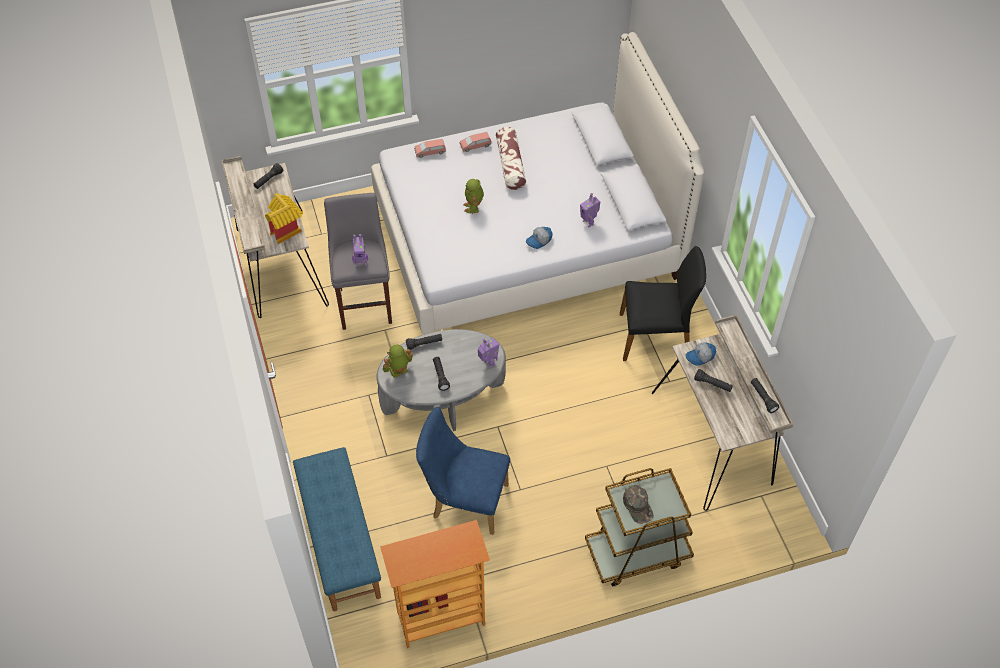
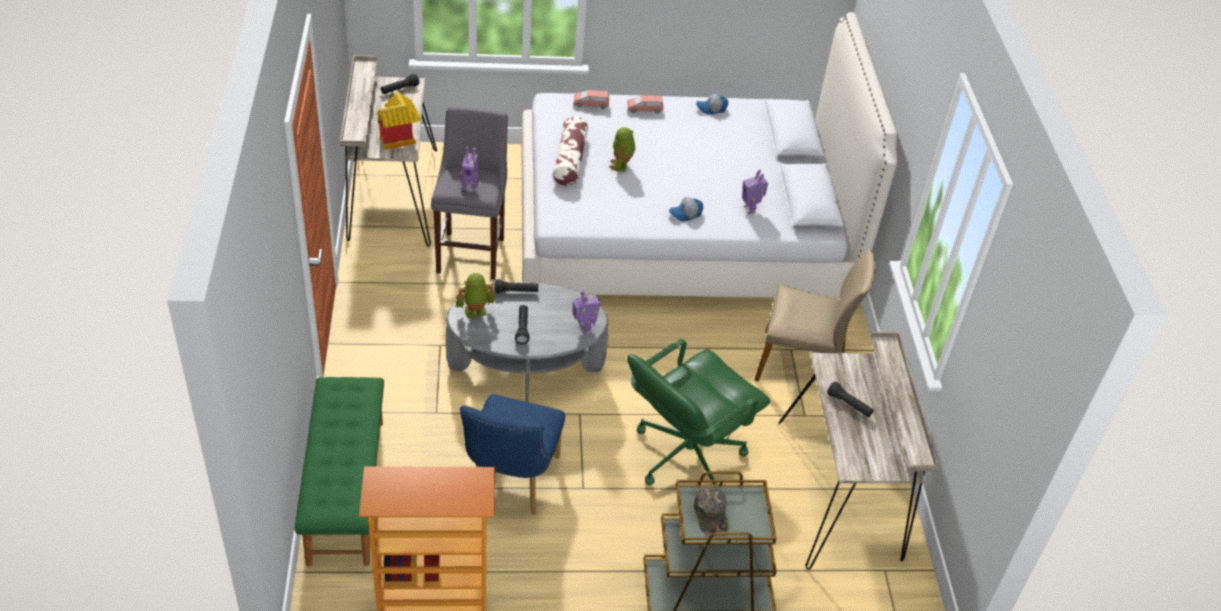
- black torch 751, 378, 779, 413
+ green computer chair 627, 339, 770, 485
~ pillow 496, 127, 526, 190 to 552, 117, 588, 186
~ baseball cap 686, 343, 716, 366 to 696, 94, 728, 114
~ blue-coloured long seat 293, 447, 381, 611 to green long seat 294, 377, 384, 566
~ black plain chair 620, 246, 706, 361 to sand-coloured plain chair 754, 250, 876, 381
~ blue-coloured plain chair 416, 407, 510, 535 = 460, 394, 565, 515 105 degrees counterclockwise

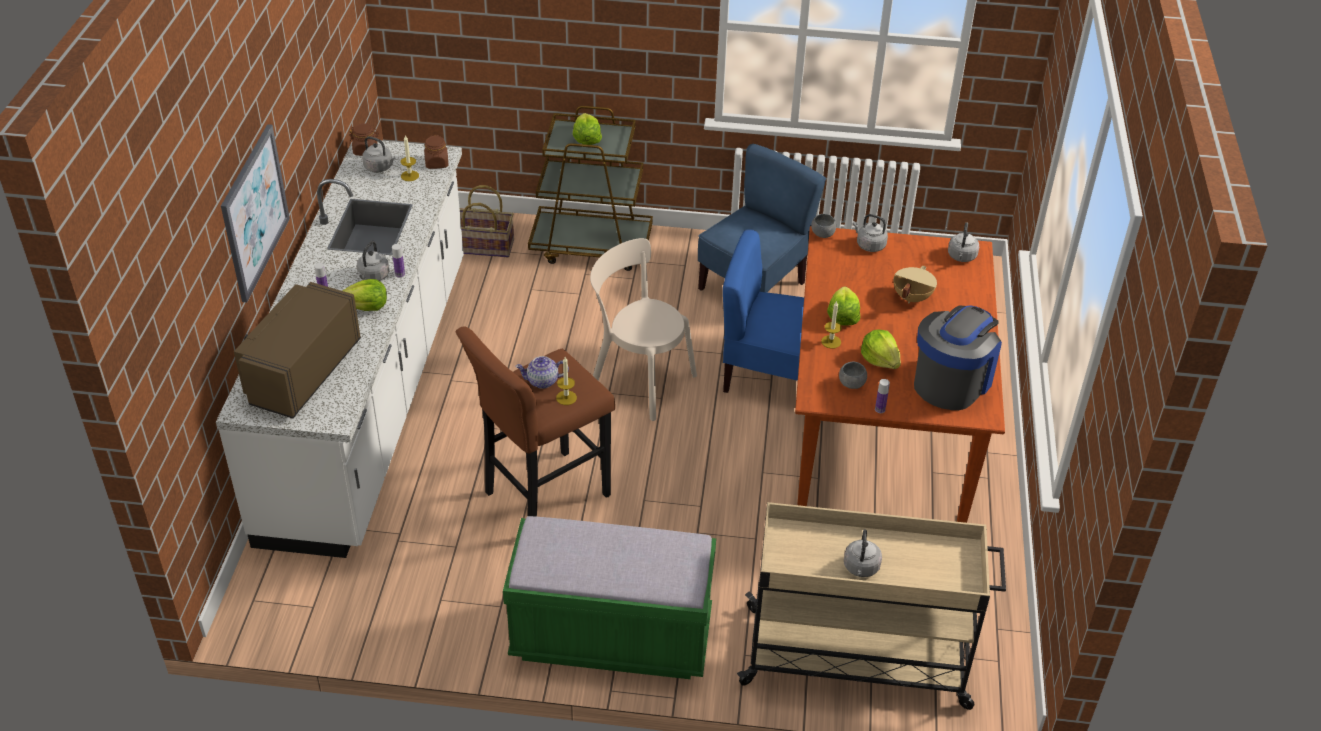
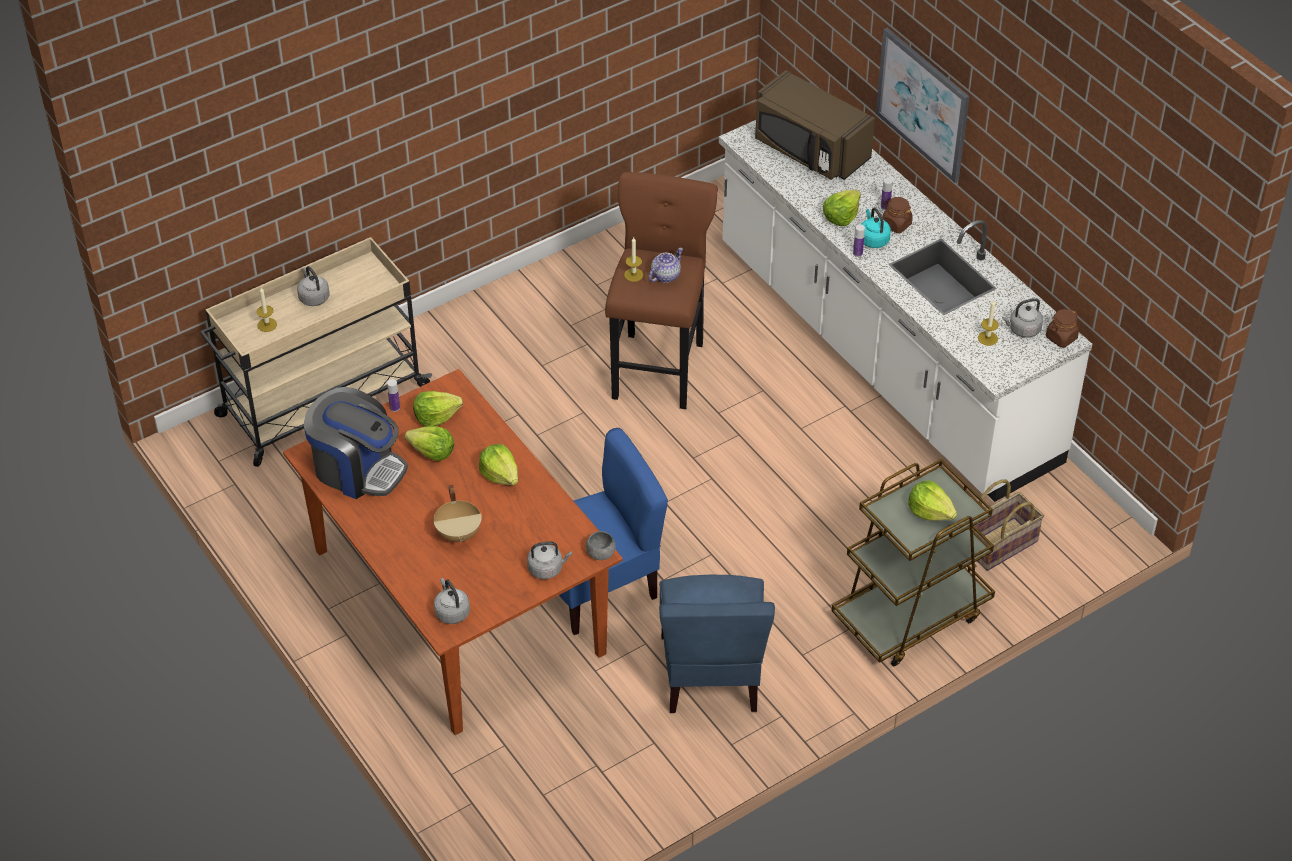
- green long seat 503, 516, 716, 679
- sand-coloured plain chair 590, 238, 697, 421
~ brown jar 424, 135, 448, 169 to 882, 197, 913, 233
~ wax light 821, 301, 842, 349 to 257, 288, 277, 332
~ grey deep dish 839, 362, 867, 389 to lettuce 413, 391, 463, 427
~ grey tea kettle 356, 241, 389, 281 to turquoise tea kettle 861, 208, 891, 248
~ brown microwave 234, 282, 361, 418 = 755, 70, 875, 180 150 degrees clockwise
~ coffee machine 914, 305, 1002, 410 = 304, 387, 408, 499 60 degrees counterclockwise

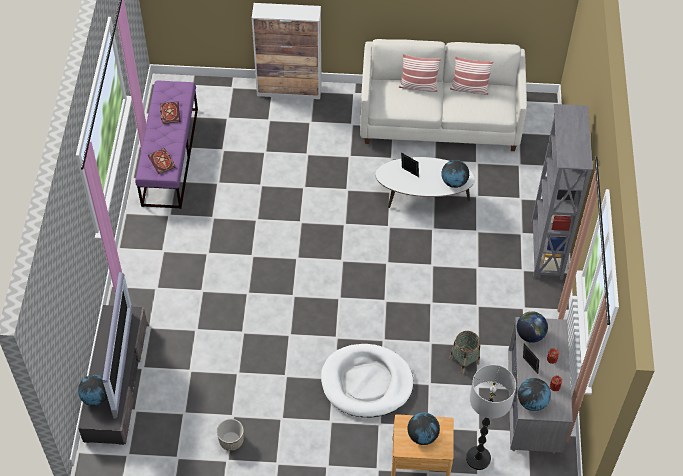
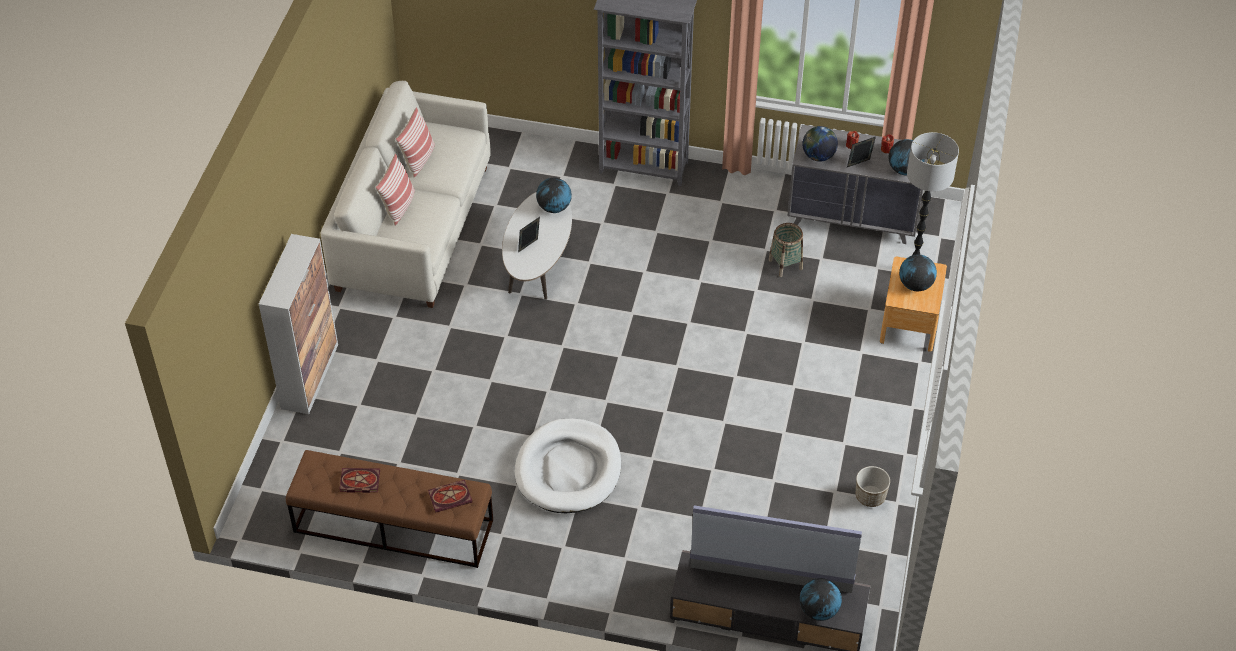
~ white dog cushion 321, 344, 414, 417 to 515, 418, 621, 513
~ purple long seat 135, 81, 198, 209 to brown long seat 286, 450, 493, 568

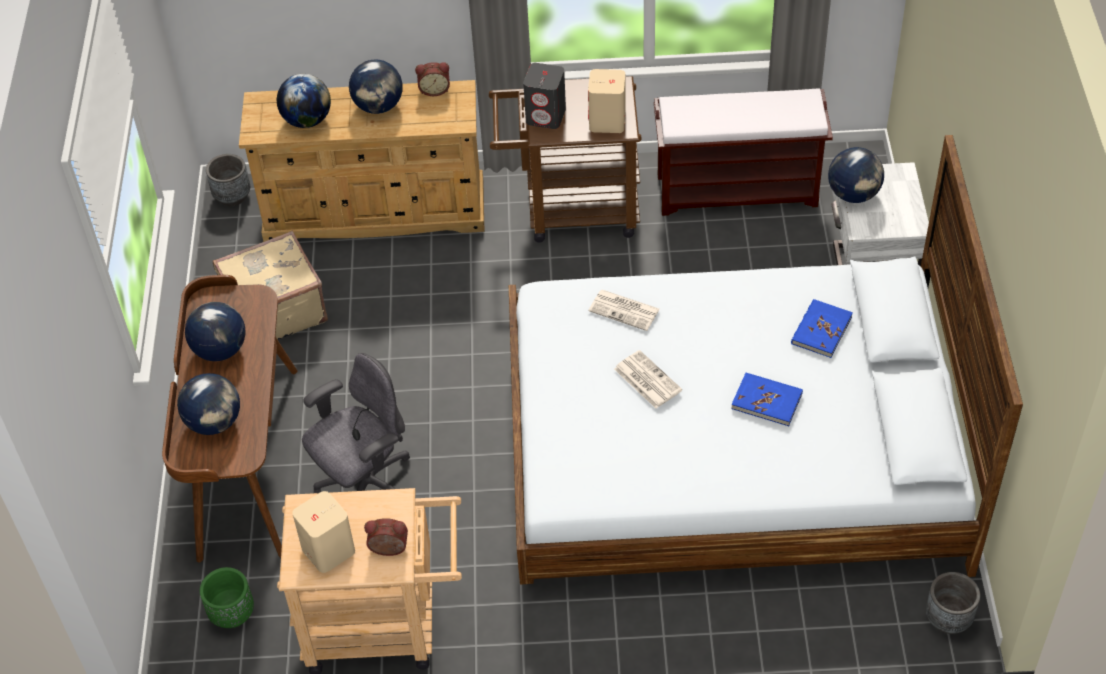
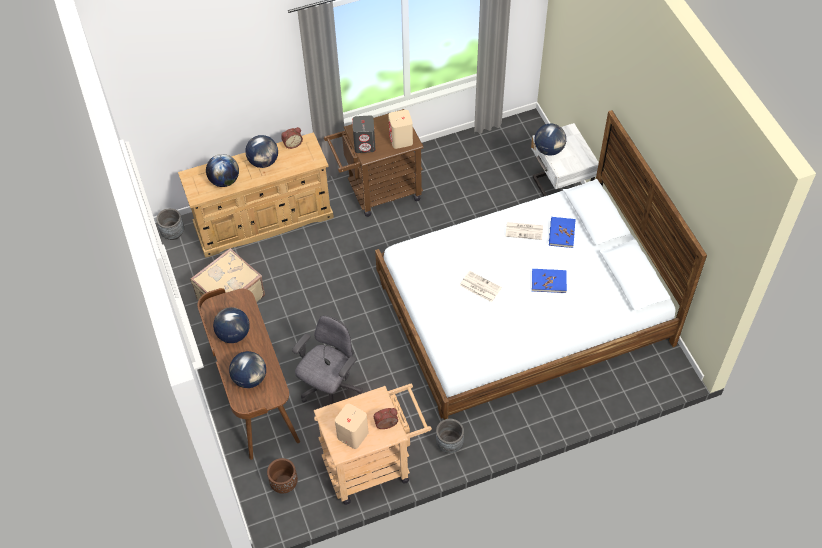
- brown long seat 654, 88, 833, 216
~ printed paper 588, 290, 660, 331 to 506, 222, 543, 240
~ grey planter 926, 572, 980, 634 to 436, 419, 464, 453
~ green planter 200, 567, 254, 628 to brown planter 267, 458, 298, 493

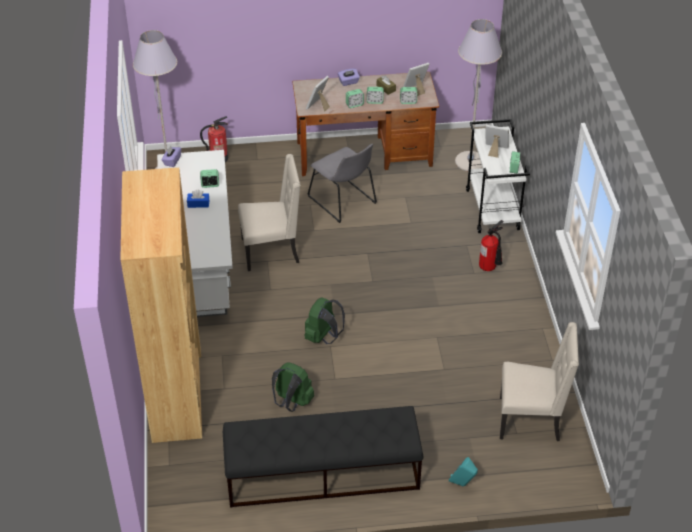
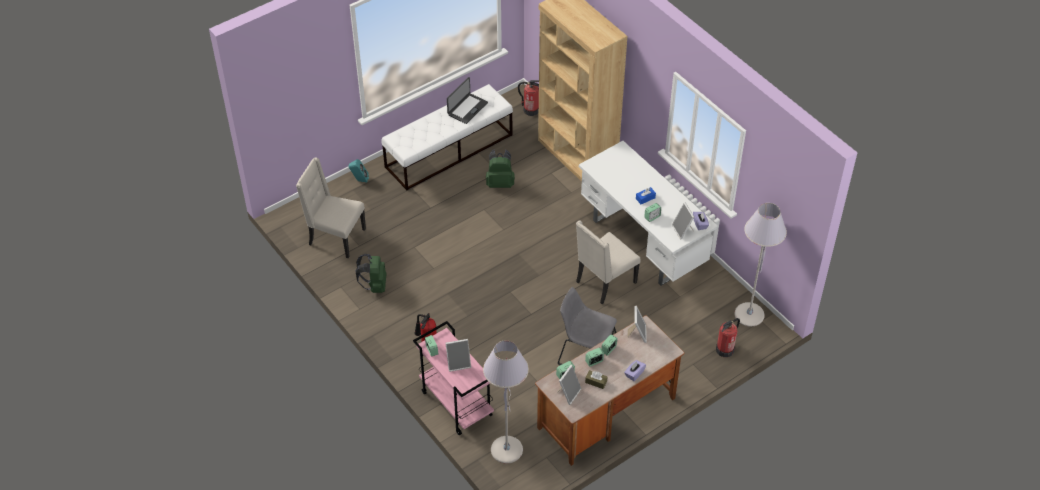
+ portable computer 447, 77, 488, 124
+ fire extinguisher 518, 80, 539, 116
+ standing frame 672, 202, 694, 240
~ green backpack 304, 297, 345, 344 to 355, 254, 386, 293
~ black long seat 223, 406, 424, 508 to white long seat 381, 84, 513, 191
~ white wheeled cart 466, 119, 530, 233 to pink wheeled cart 413, 321, 494, 435
~ sand-coloured plain chair 500, 322, 579, 441 = 296, 157, 366, 258 45 degrees clockwise

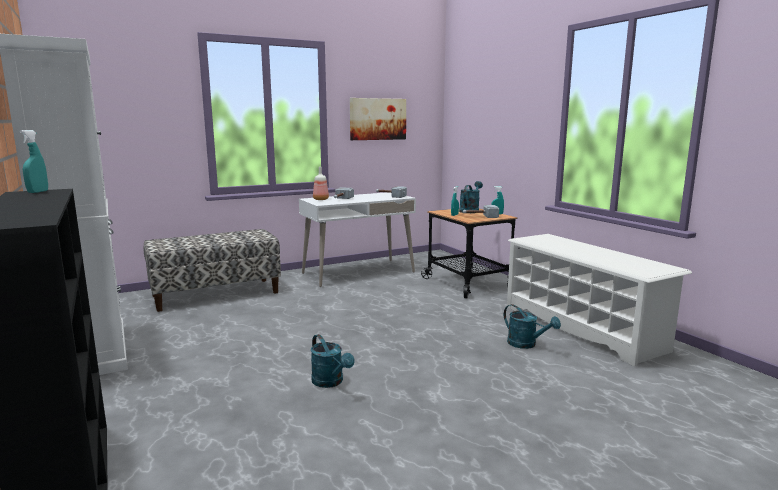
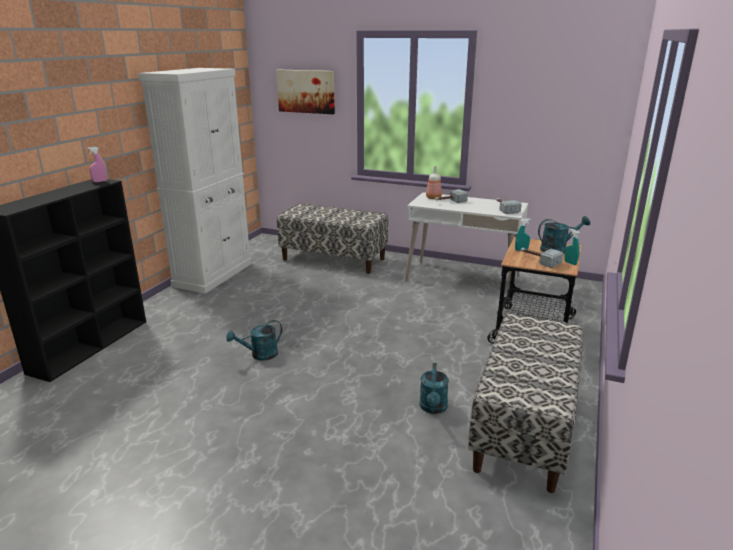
~ wall picture 350, 98, 406, 140 to 277, 69, 335, 114
~ white shoe rack 507, 234, 692, 367 to long seat 468, 313, 583, 493
~ turquoise spray bottle 20, 130, 48, 193 to pink spray bottle 87, 147, 107, 182
~ turquoise watering pot 311, 334, 355, 388 = 226, 320, 282, 361 45 degrees clockwise

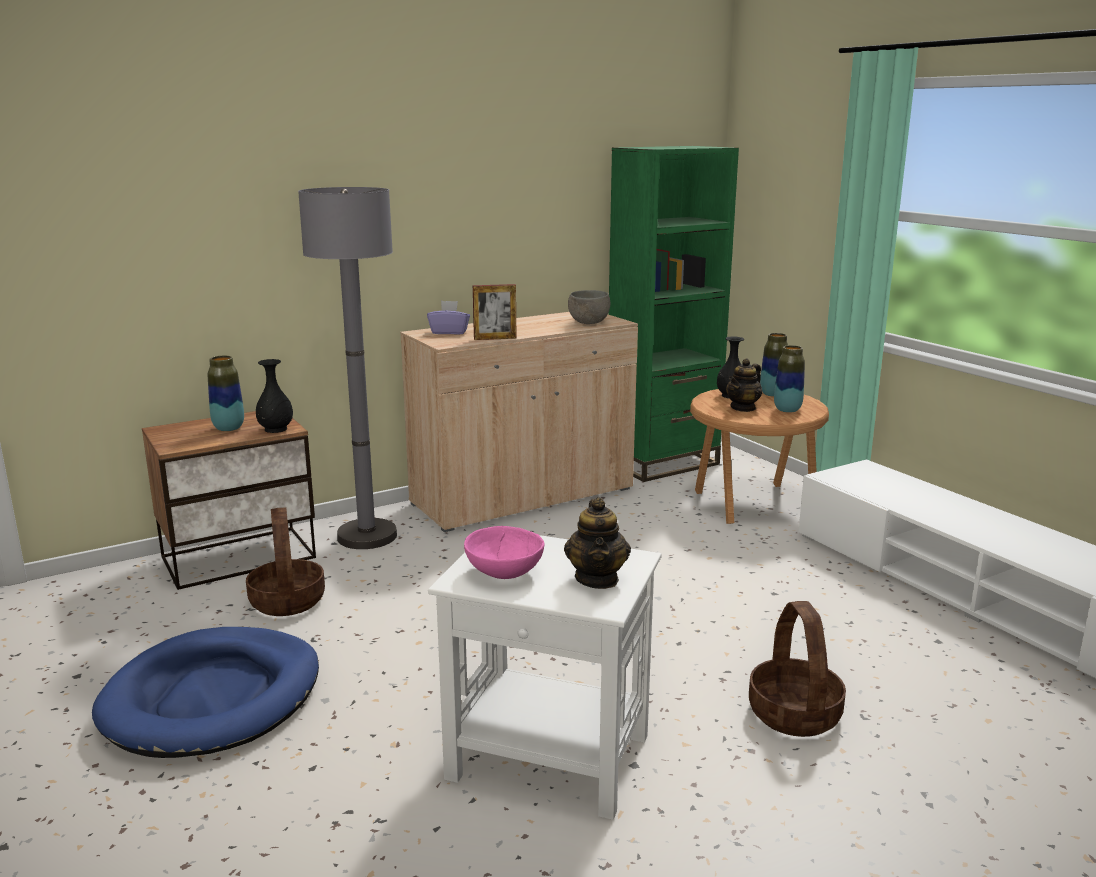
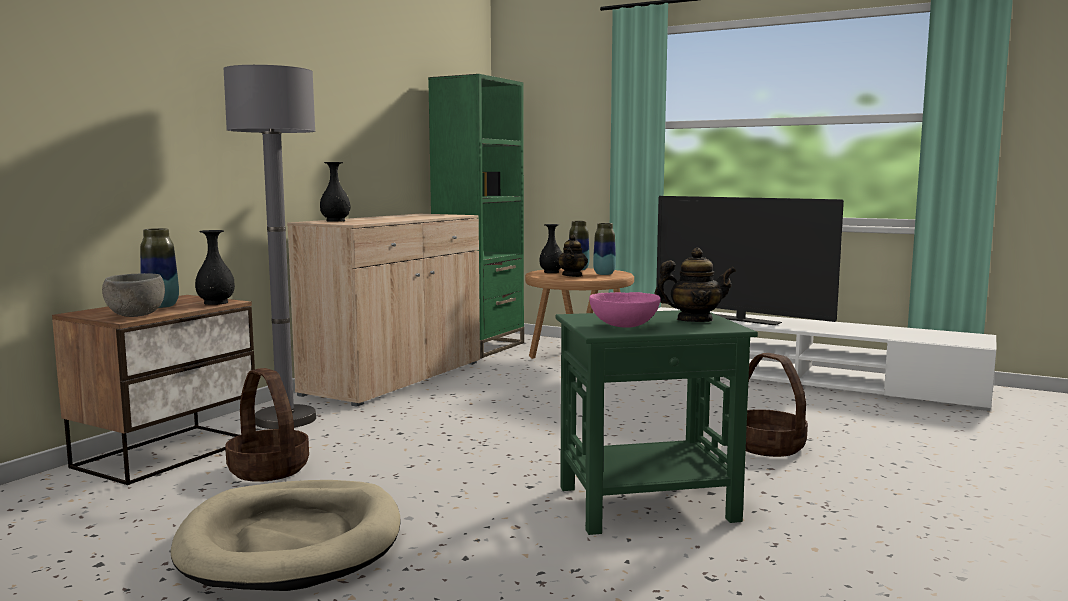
- standing frame 473, 284, 517, 340
+ television 656, 196, 844, 325
~ grey deep dish 568, 290, 610, 324 to 102, 273, 165, 317
~ purple tissue holder 427, 301, 470, 334 to black decorative vase 320, 162, 350, 222
~ blue-coloured dog cushion 92, 627, 319, 758 to sand-coloured dog cushion 170, 480, 400, 591
~ white accent table 428, 535, 662, 820 to green accent table 556, 310, 758, 535
~ pot for tea 564, 497, 631, 589 = 654, 248, 736, 322 60 degrees counterclockwise

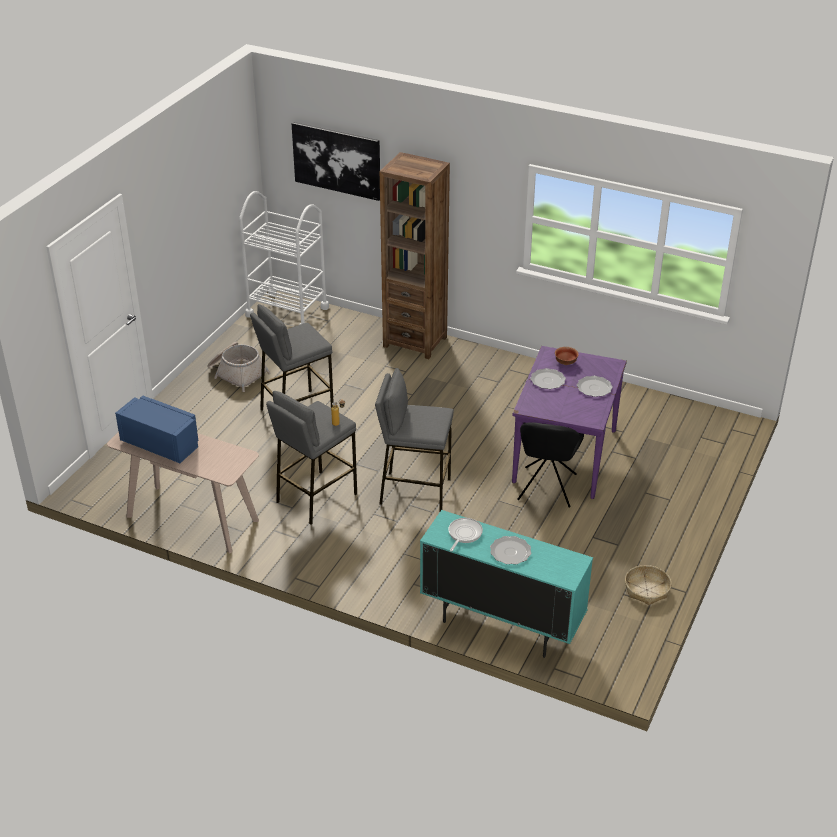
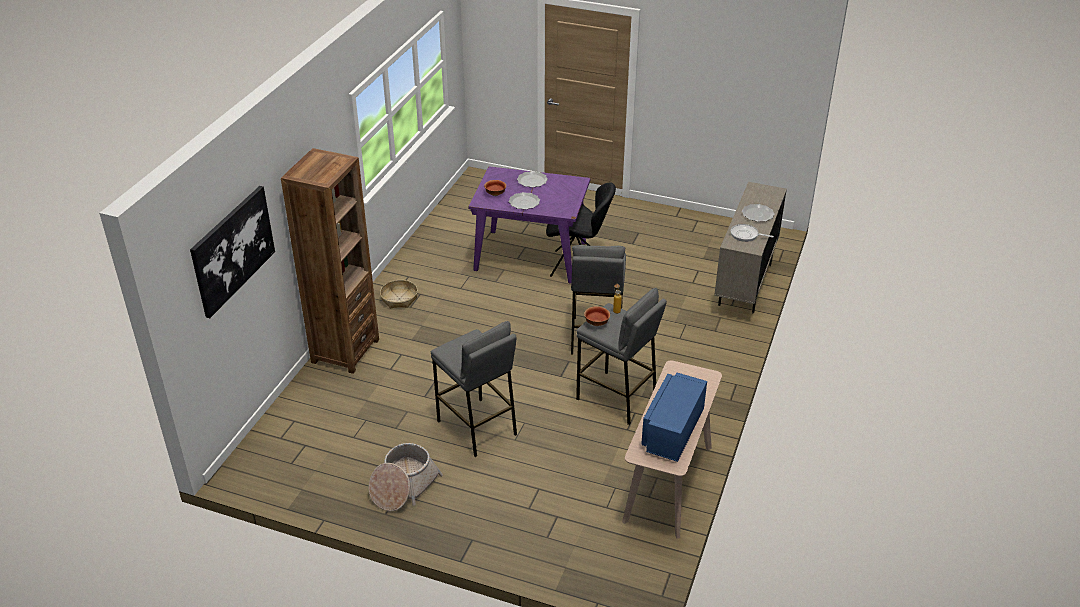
- white wheeled cart 239, 191, 329, 325
+ deep dish 584, 306, 610, 326
~ basket 625, 565, 671, 605 to 380, 280, 418, 308
~ turquoise cabinet 420, 510, 593, 658 to sand-coloured cabinet 714, 182, 787, 313

